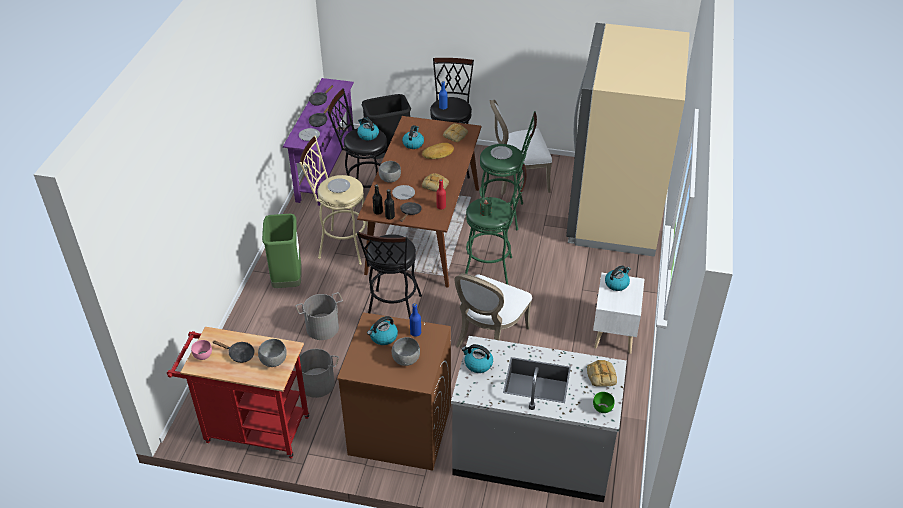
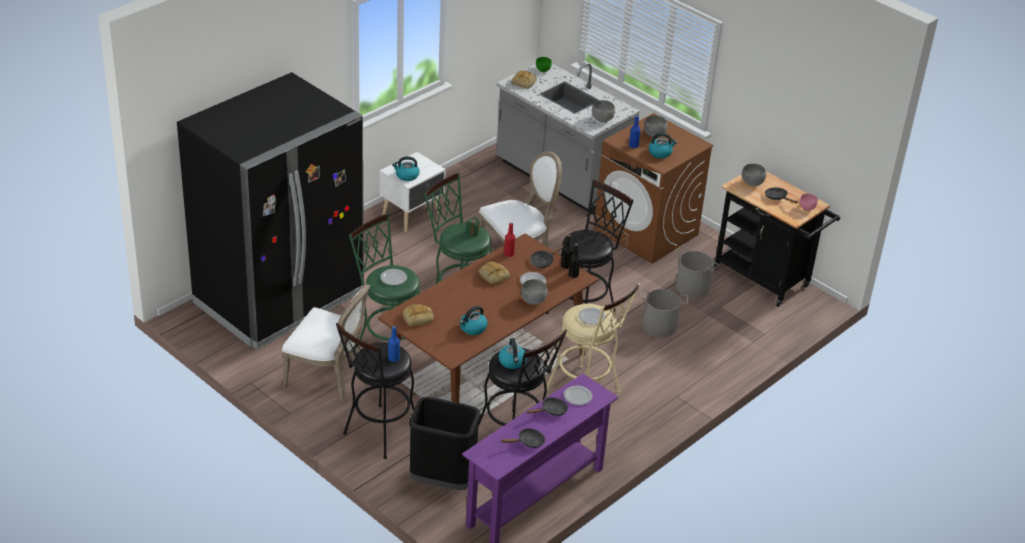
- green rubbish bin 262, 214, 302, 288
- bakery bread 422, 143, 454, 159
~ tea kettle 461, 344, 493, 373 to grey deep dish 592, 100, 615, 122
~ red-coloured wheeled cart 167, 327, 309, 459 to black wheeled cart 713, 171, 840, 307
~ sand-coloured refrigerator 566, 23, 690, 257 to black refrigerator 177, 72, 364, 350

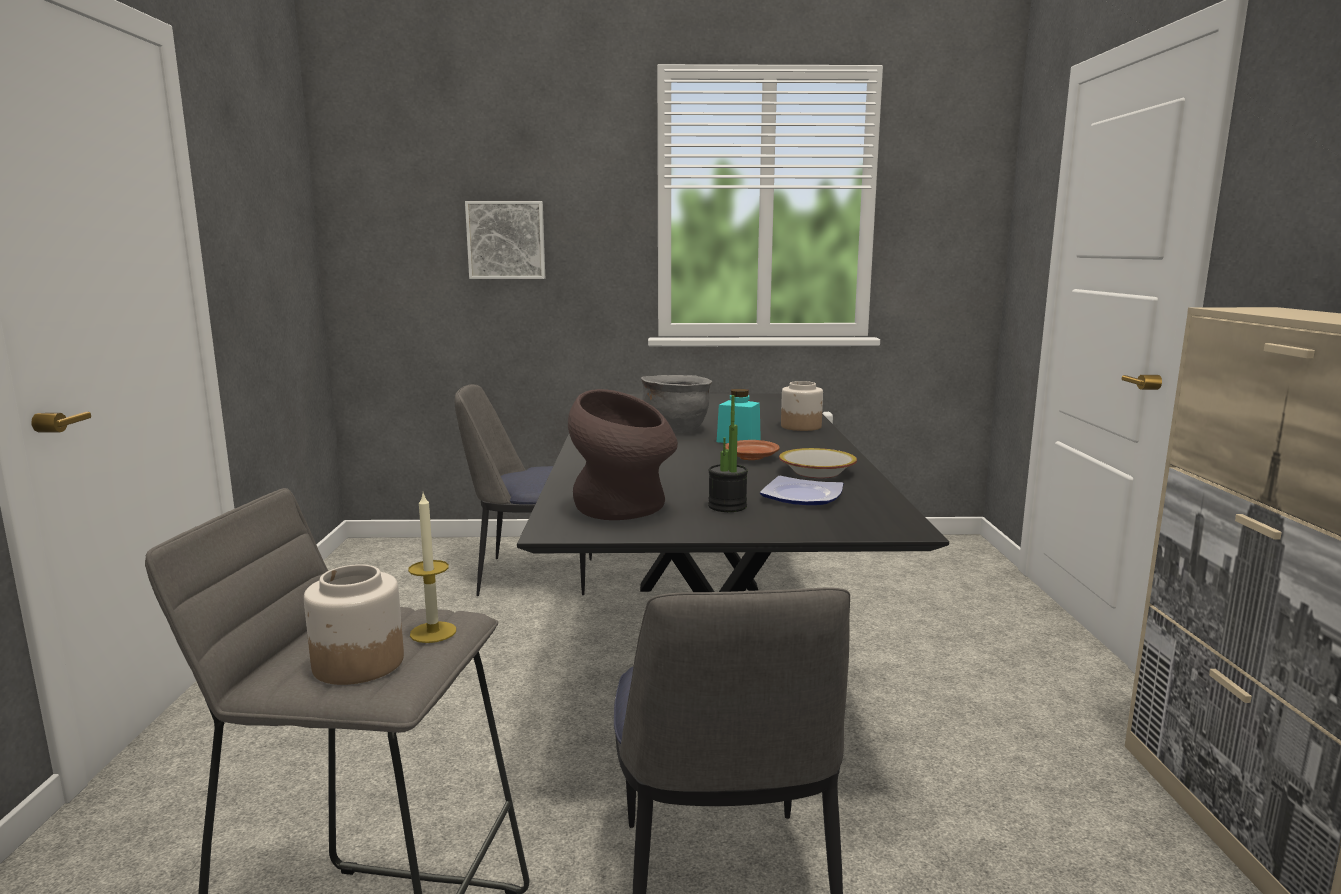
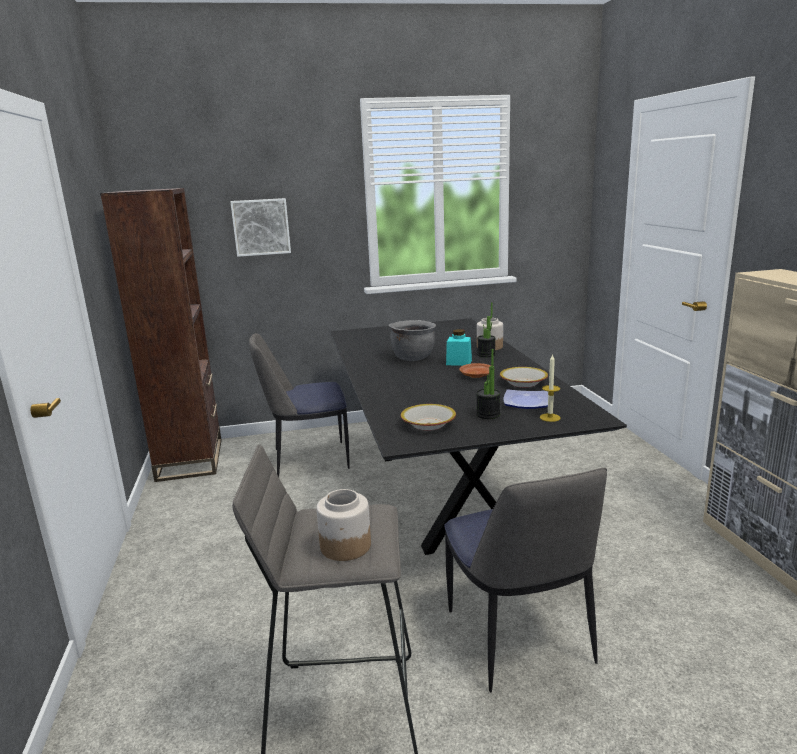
+ brown bookshelf 100, 188, 222, 482
+ houseplant 477, 302, 496, 357
~ wax light 408, 494, 456, 643 to 540, 354, 561, 422
~ brown decorative vase 568, 389, 678, 520 to deep dish 401, 404, 456, 431

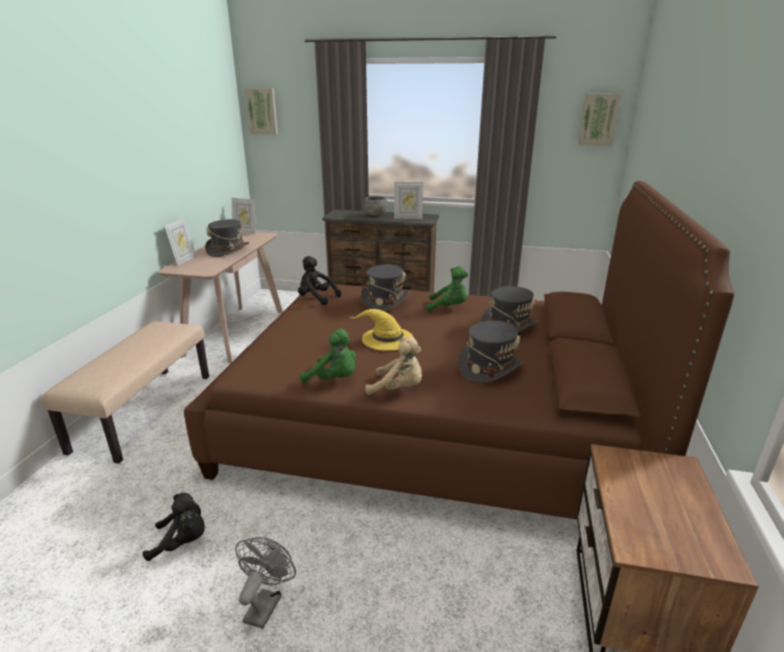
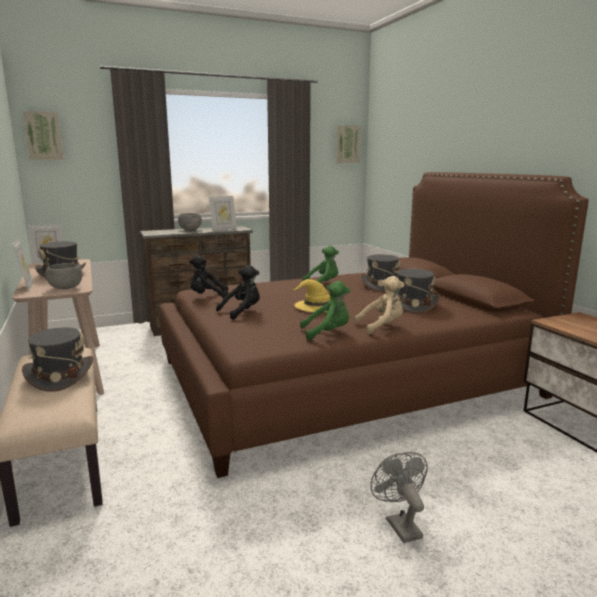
+ grey deep dish 45, 263, 83, 289
~ black soft toy 143, 493, 205, 561 to 216, 265, 260, 320
~ grey wearable hat 361, 265, 410, 311 to 22, 327, 93, 392

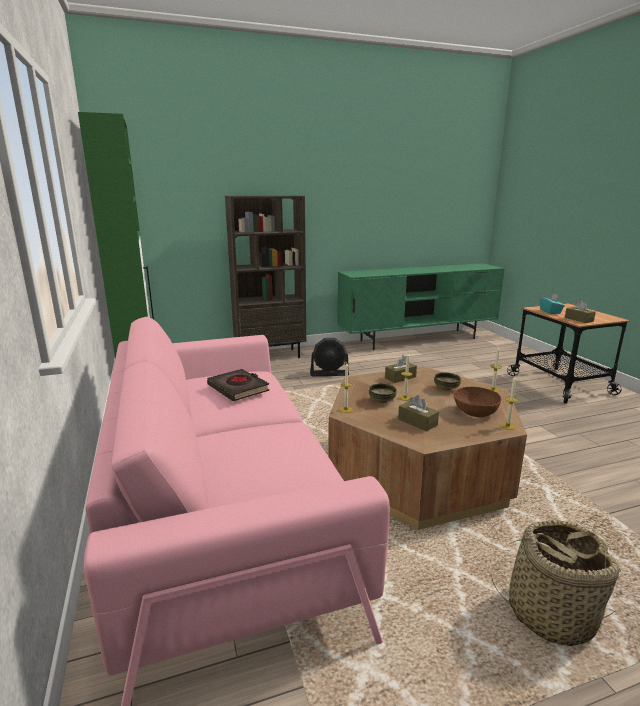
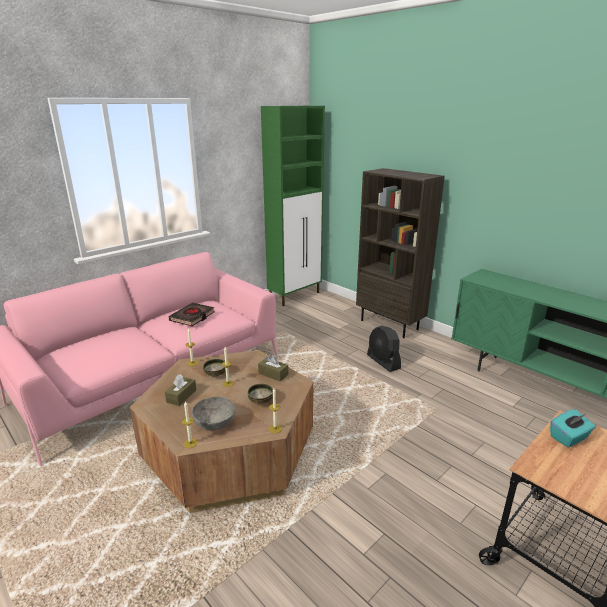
- basket 491, 520, 621, 647
- brown tissue holder 565, 300, 596, 323
~ brown deep dish 454, 387, 501, 417 to grey deep dish 192, 396, 235, 431

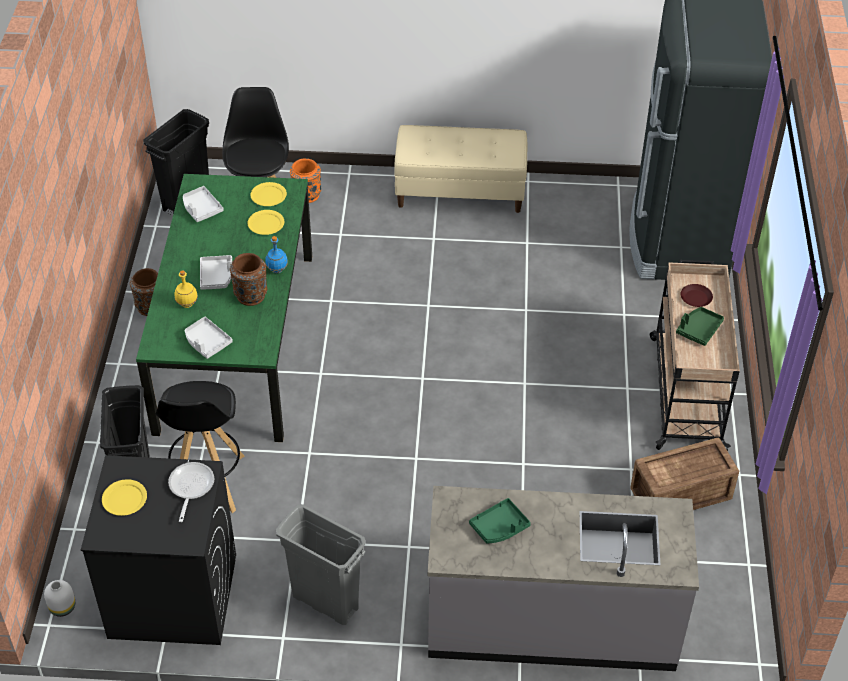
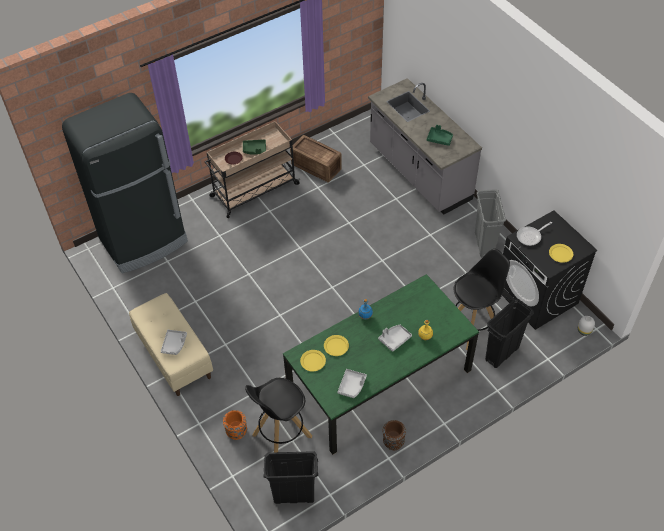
- brown decorative vase 230, 253, 267, 306
~ grey carrying tray 185, 317, 233, 359 to 161, 330, 187, 355

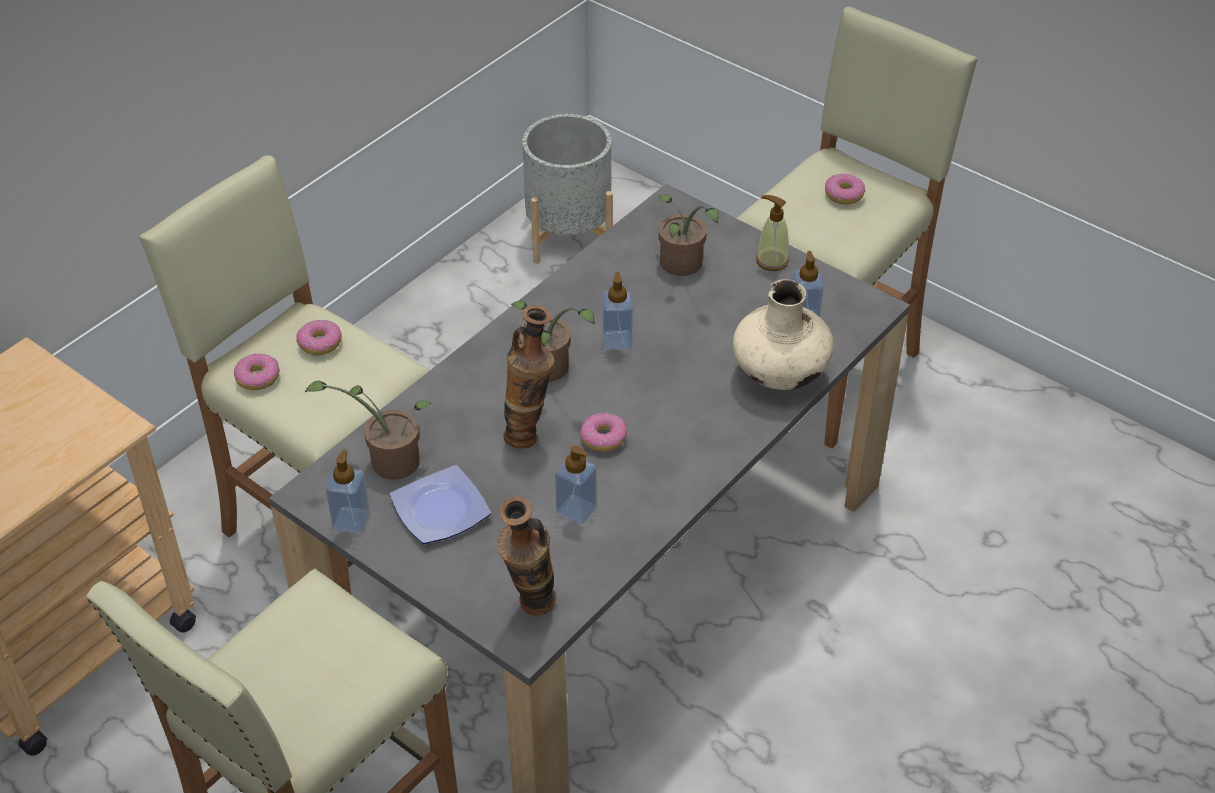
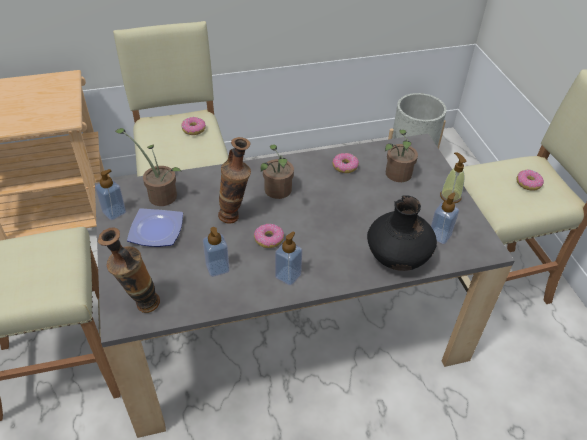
~ ring doughnut 234, 354, 280, 390 to 333, 153, 359, 173
~ soap bottle 602, 272, 633, 350 to 275, 232, 302, 285
~ sand-coloured decorative vase 733, 279, 834, 390 to black decorative vase 367, 195, 437, 271

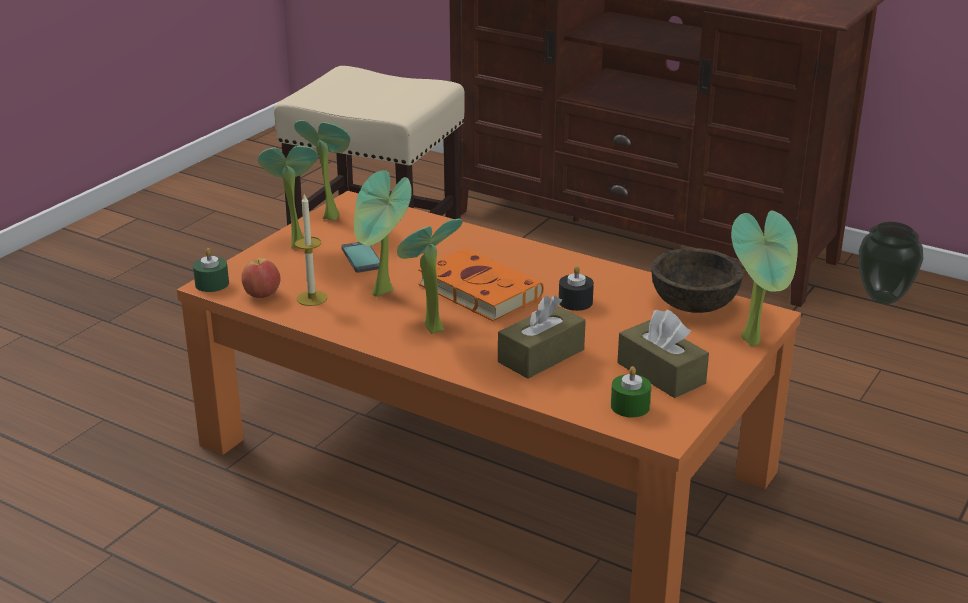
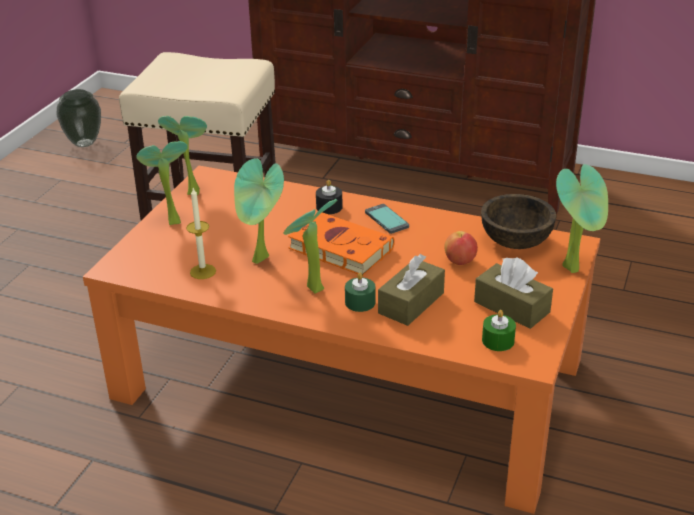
~ green wax light 193, 248, 229, 292 to 345, 272, 375, 312
~ whole apple 241, 258, 281, 298 to 444, 231, 478, 265
~ telephone 341, 242, 380, 273 to 365, 204, 409, 234
~ black wax light 559, 265, 594, 311 to 316, 180, 343, 214
~ decorative vase 859, 222, 923, 304 to 57, 89, 101, 147

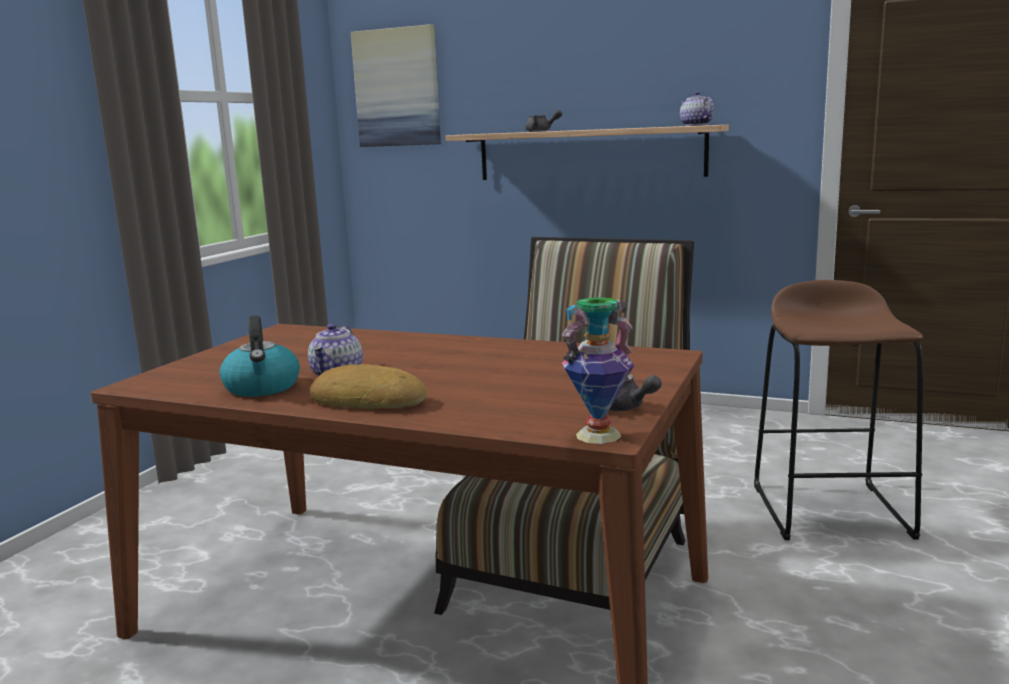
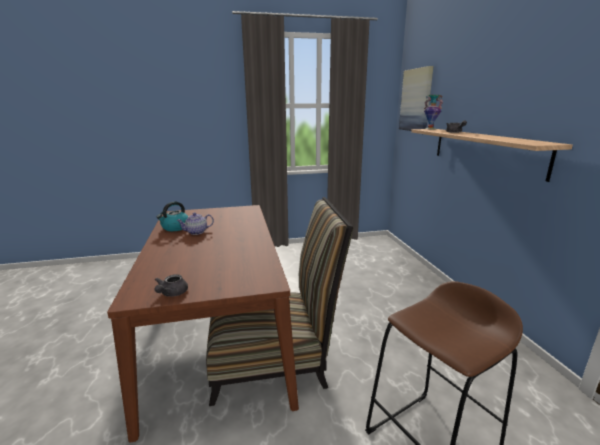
- bakery bread 310, 364, 427, 409
- pot for tea 680, 92, 714, 126
~ decorative vase 562, 297, 634, 444 to 424, 95, 443, 130

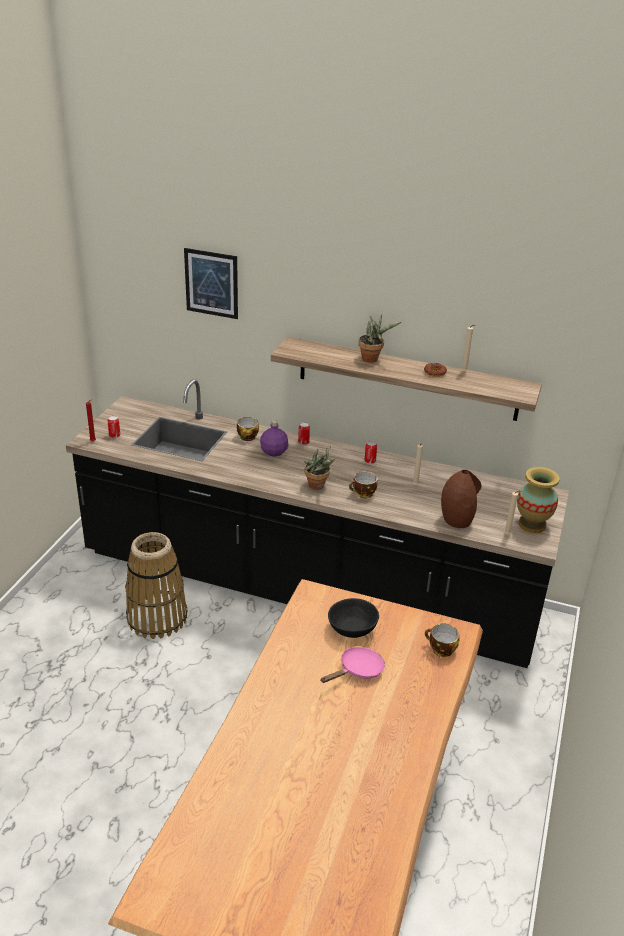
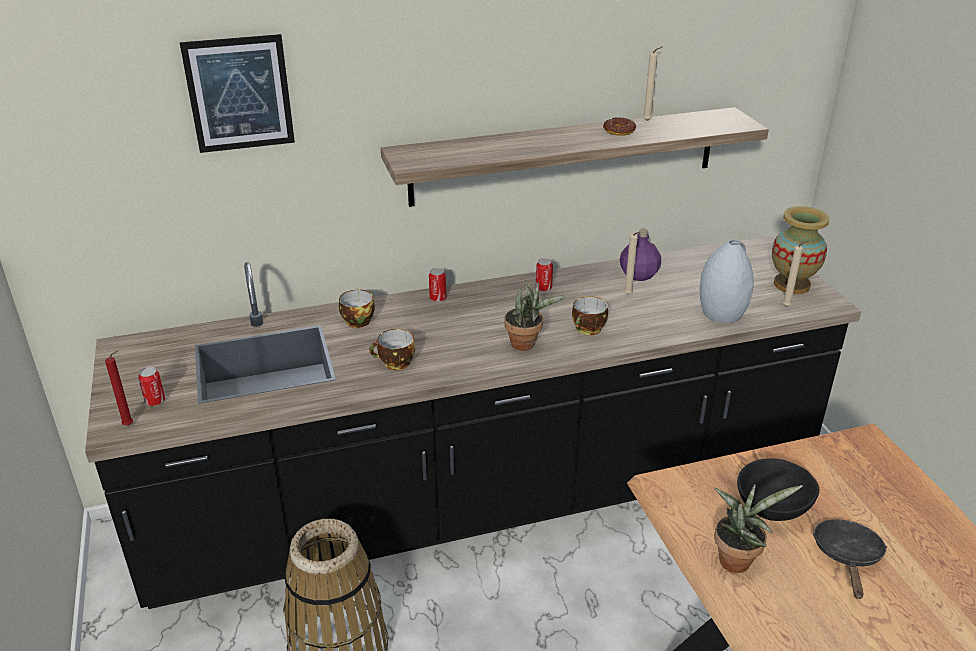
~ purple bottle 260, 420, 288, 457 to 620, 228, 661, 281
~ houseplant 358, 315, 402, 363 to 714, 484, 803, 573
~ small cup 425, 623, 460, 657 to 369, 329, 415, 370
~ pink skillet 320, 647, 385, 683 to black skillet 813, 519, 887, 599
~ brown decorative vase 441, 470, 481, 528 to grey decorative vase 699, 240, 754, 323

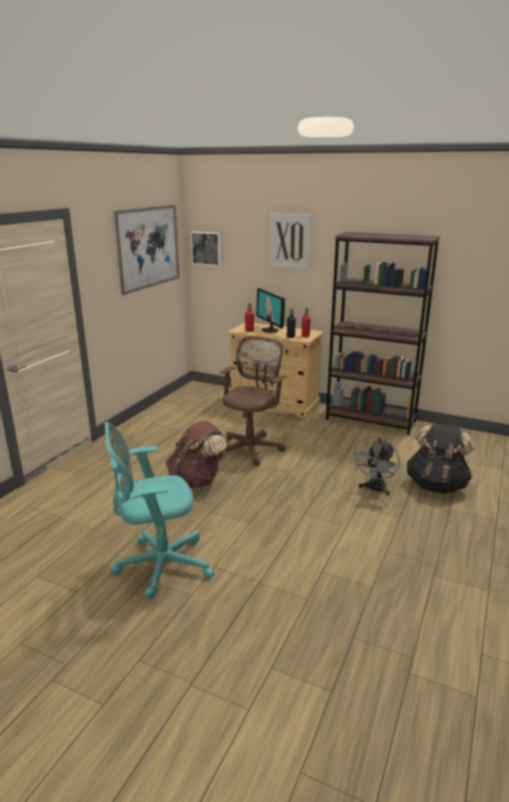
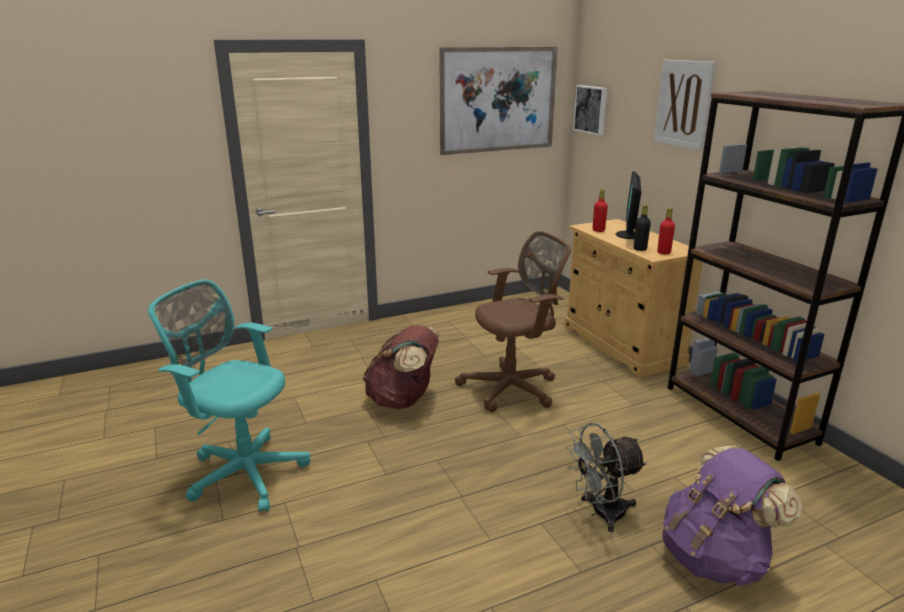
~ black backpack 407, 424, 475, 494 to purple backpack 662, 446, 802, 586

